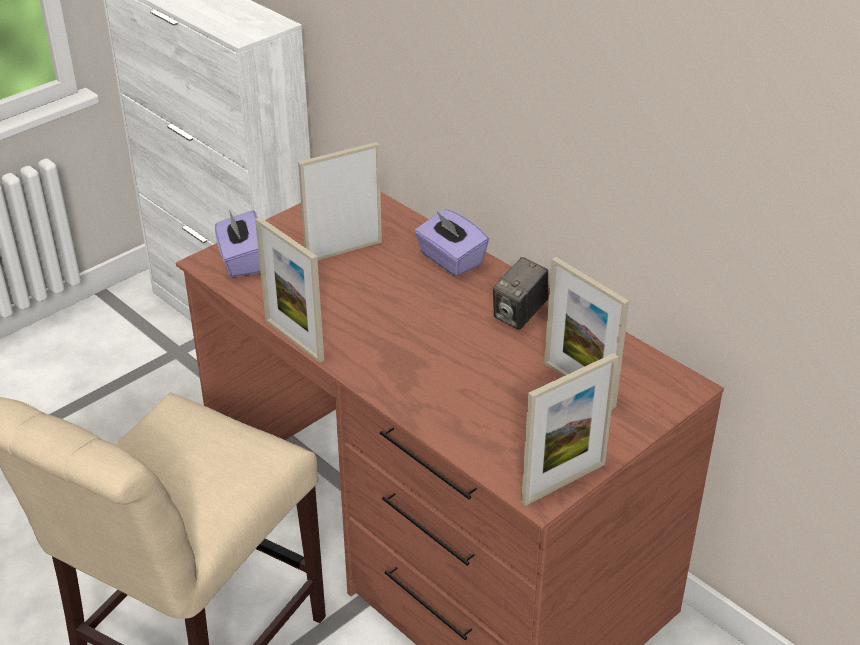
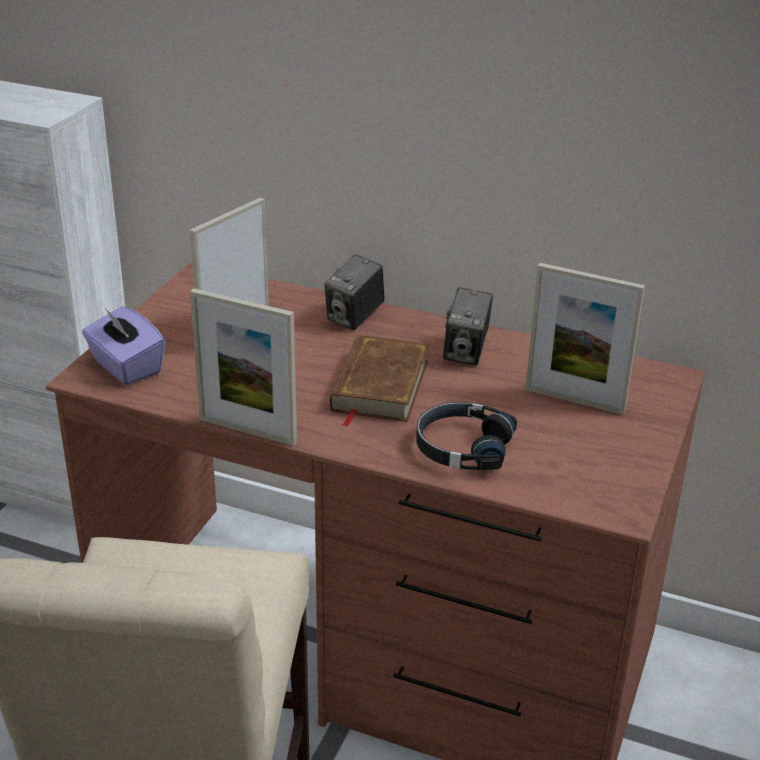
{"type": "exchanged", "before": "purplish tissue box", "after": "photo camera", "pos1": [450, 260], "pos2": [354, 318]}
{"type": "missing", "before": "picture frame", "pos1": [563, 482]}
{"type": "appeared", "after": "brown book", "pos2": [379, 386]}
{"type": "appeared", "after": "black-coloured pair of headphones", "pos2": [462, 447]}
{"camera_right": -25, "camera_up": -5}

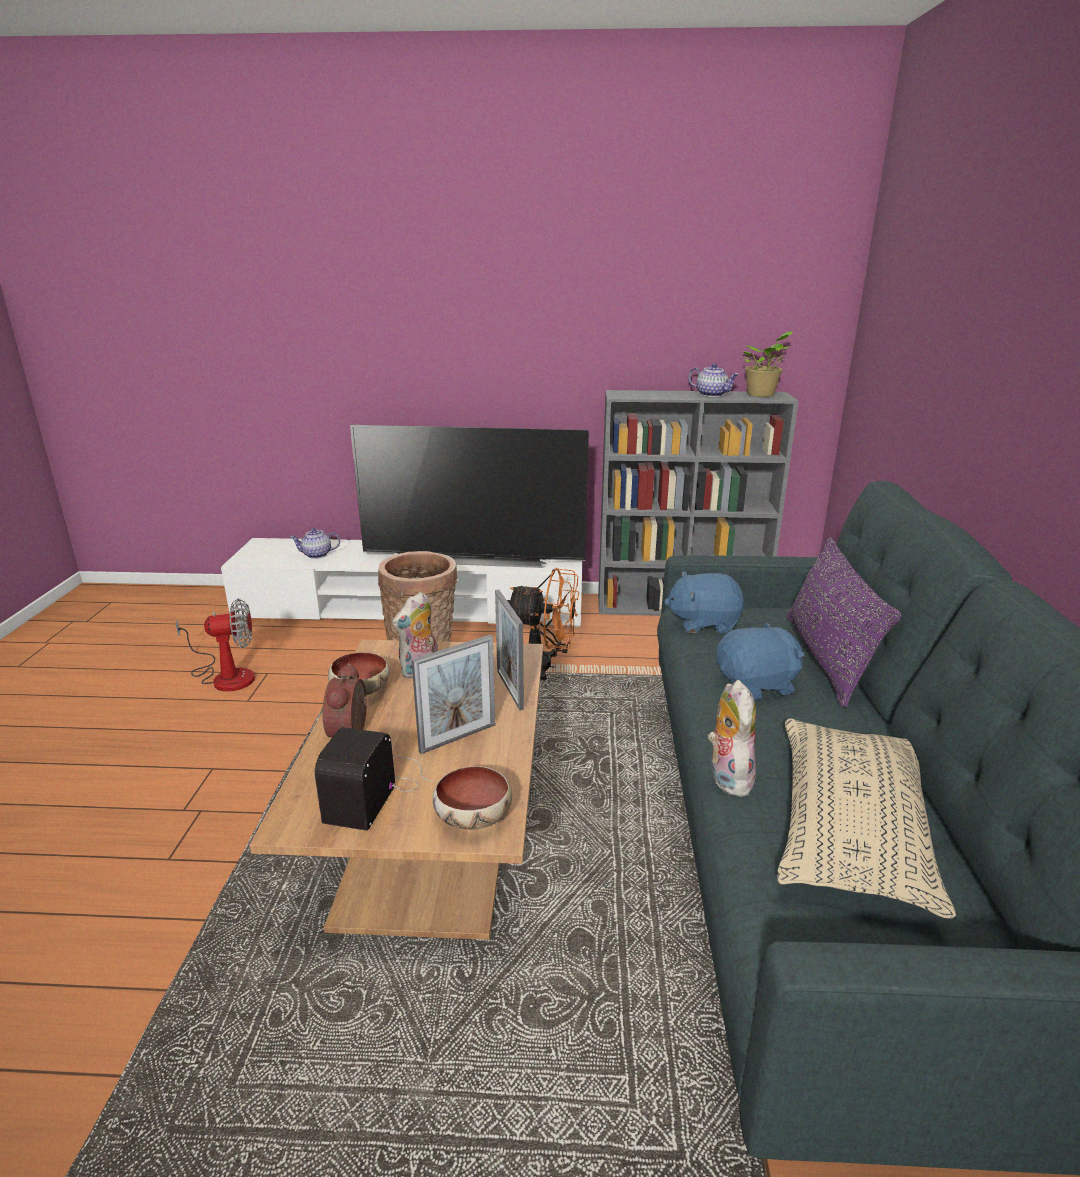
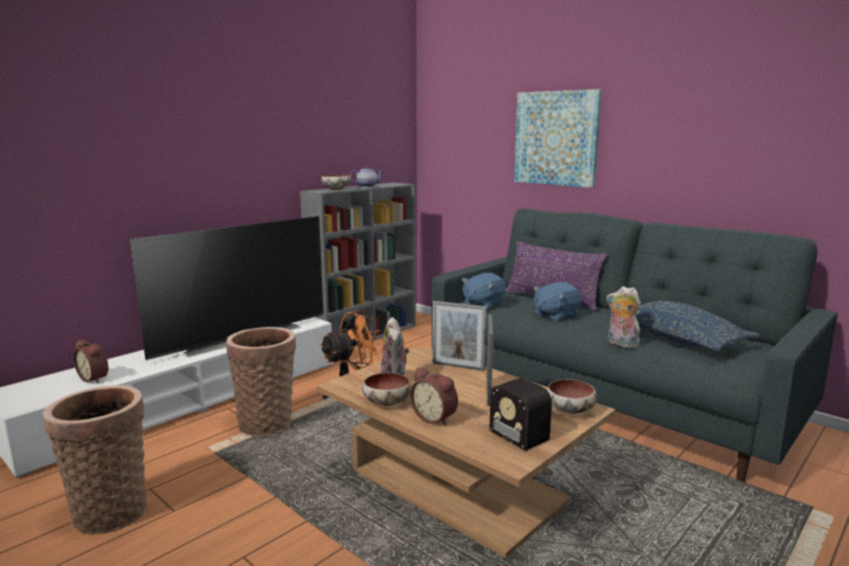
{"type": "exchanged", "before": "electric fan", "after": "basket", "pos1": [226, 676], "pos2": [110, 510]}
{"type": "exchanged", "before": "pot for tea", "after": "table clock", "pos1": [316, 555], "pos2": [95, 378]}
{"type": "spun", "before": "bluish cuddly toy", "pos1": [757, 685], "pos2": [555, 316], "turn": -150}
{"type": "missing", "before": "houseplant", "pos1": [762, 395]}
{"type": "colour", "before": "beige-coloured pillow", "after": "bluish pillow", "pos1": [850, 829], "pos2": [678, 340]}
{"type": "appeared", "after": "bowl", "pos2": [336, 189]}
{"type": "appeared", "after": "picture", "pos2": [556, 138]}
{"camera_right": -50, "camera_up": -10}

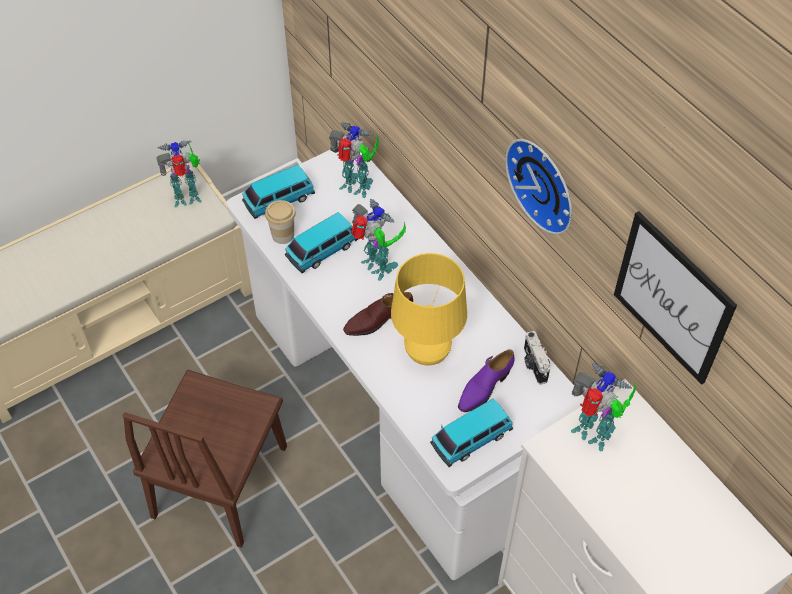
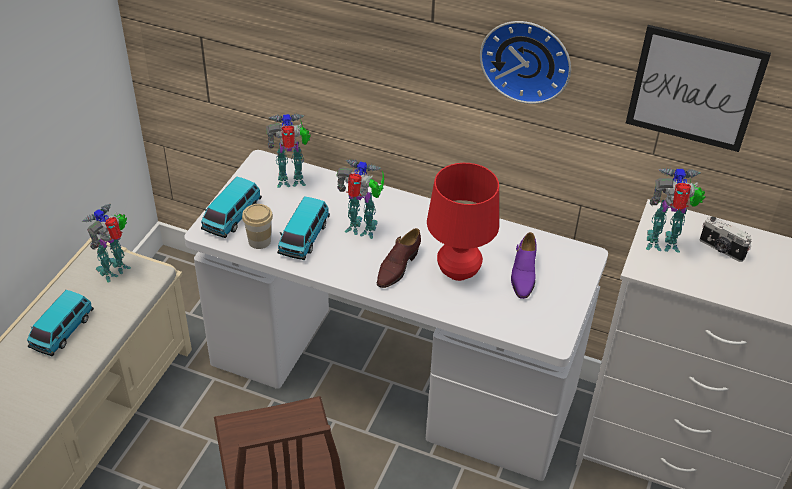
{"type": "colour", "before": "yellow-coloured table lamp", "after": "red table lamp", "pos1": [427, 353], "pos2": [458, 272]}
{"type": "relocated", "before": "miniature car", "pos1": [471, 439], "pos2": [62, 331]}
{"type": "relocated", "before": "photo camera", "pos1": [533, 365], "pos2": [721, 249]}
{"camera_right": -35, "camera_up": -10}

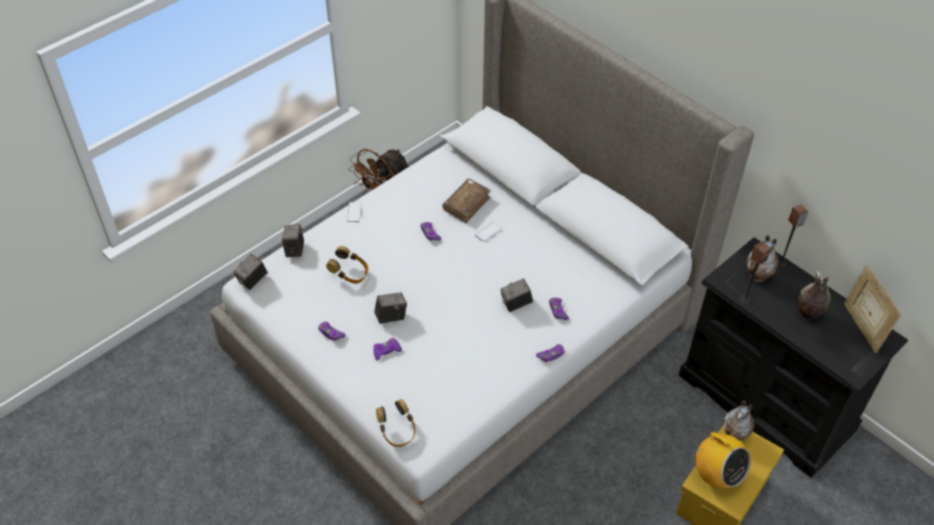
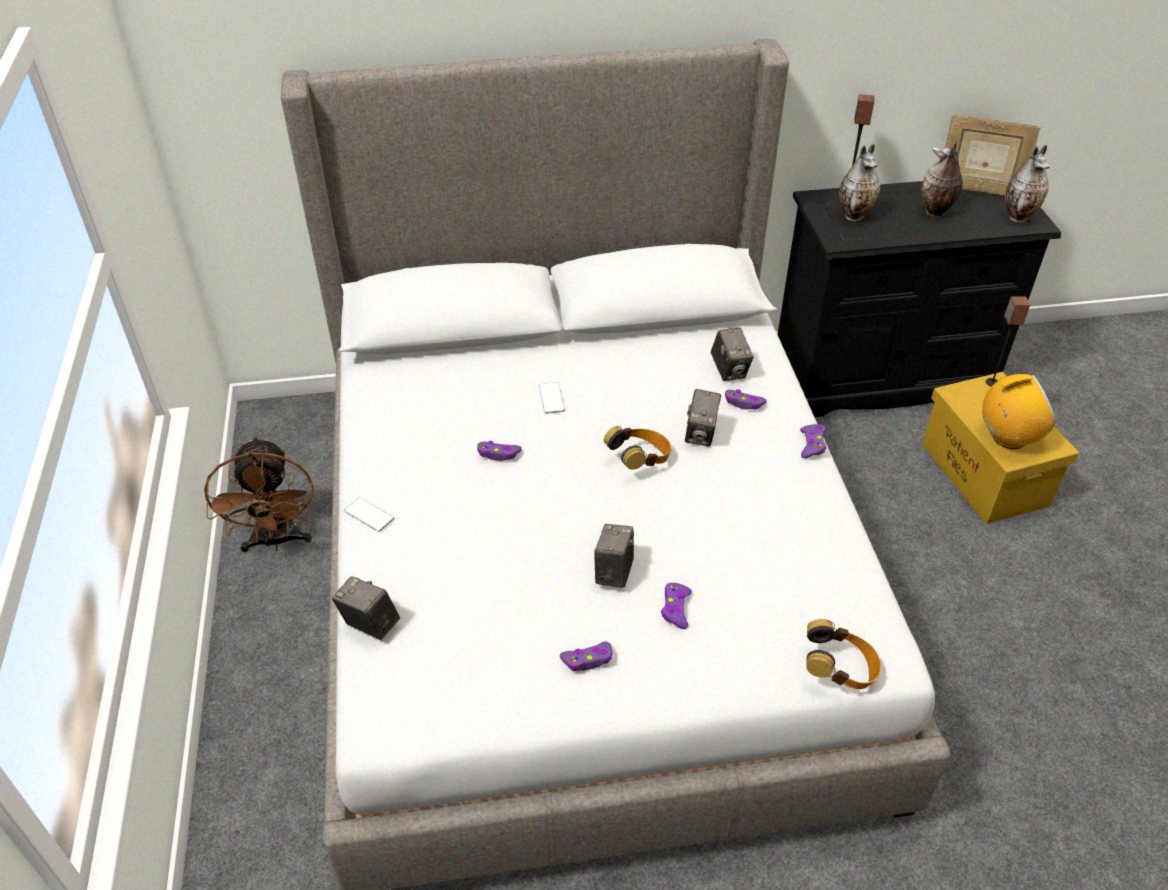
{"type": "relocated", "before": "photo camera", "pos1": [252, 281], "pos2": [729, 370]}
{"type": "relocated", "before": "pair of headphones", "pos1": [350, 274], "pos2": [640, 460]}
{"type": "missing", "before": "brown book", "pos1": [466, 204]}
{"type": "relocated", "before": "vase", "pos1": [735, 436], "pos2": [1019, 216]}
{"type": "relocated", "before": "loudspeaker", "pos1": [745, 300], "pos2": [991, 382]}
{"camera_right": -55, "camera_up": -5}

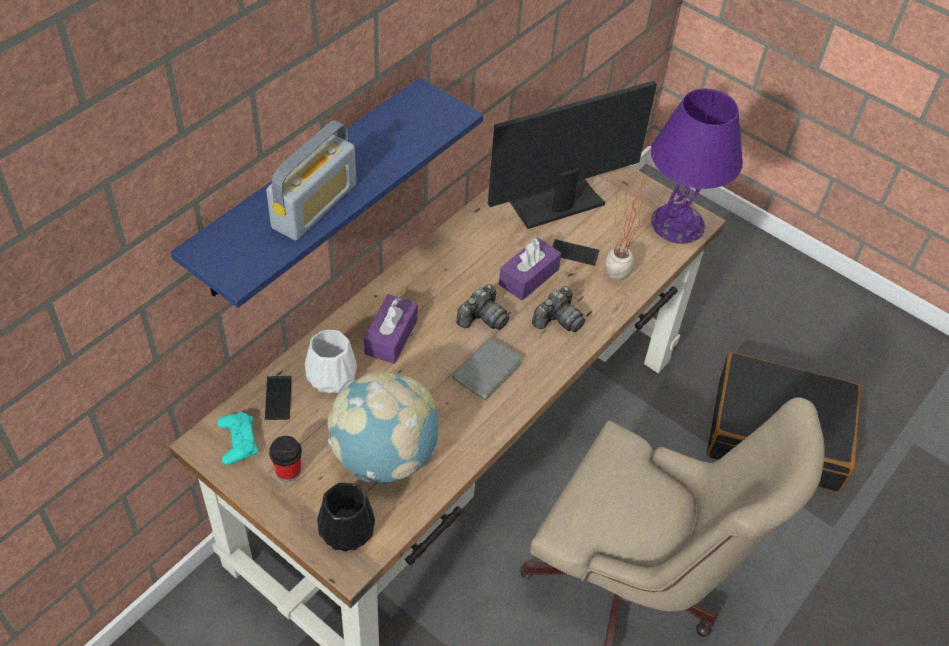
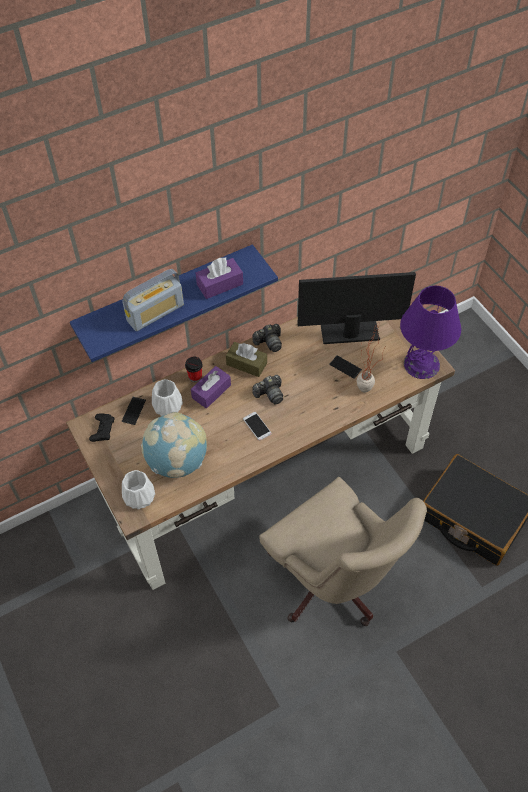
{"type": "colour", "before": "blue-green game controller", "after": "black-coloured game controller", "pos1": [238, 441], "pos2": [102, 429]}
{"type": "relocated", "before": "drinking cup", "pos1": [288, 471], "pos2": [195, 376]}
{"type": "colour", "before": "black-coloured vase", "after": "white-coloured vase", "pos1": [348, 530], "pos2": [140, 497]}
{"type": "exchanged", "before": "grey book", "after": "phone", "pos1": [485, 369], "pos2": [257, 426]}
{"type": "relocated", "before": "purplish tissue box", "pos1": [528, 277], "pos2": [220, 284]}
{"type": "relocated", "before": "photo camera", "pos1": [558, 320], "pos2": [269, 342]}
{"type": "appeared", "after": "brown tissue box", "pos2": [246, 364]}
{"camera_right": 25, "camera_up": 5}

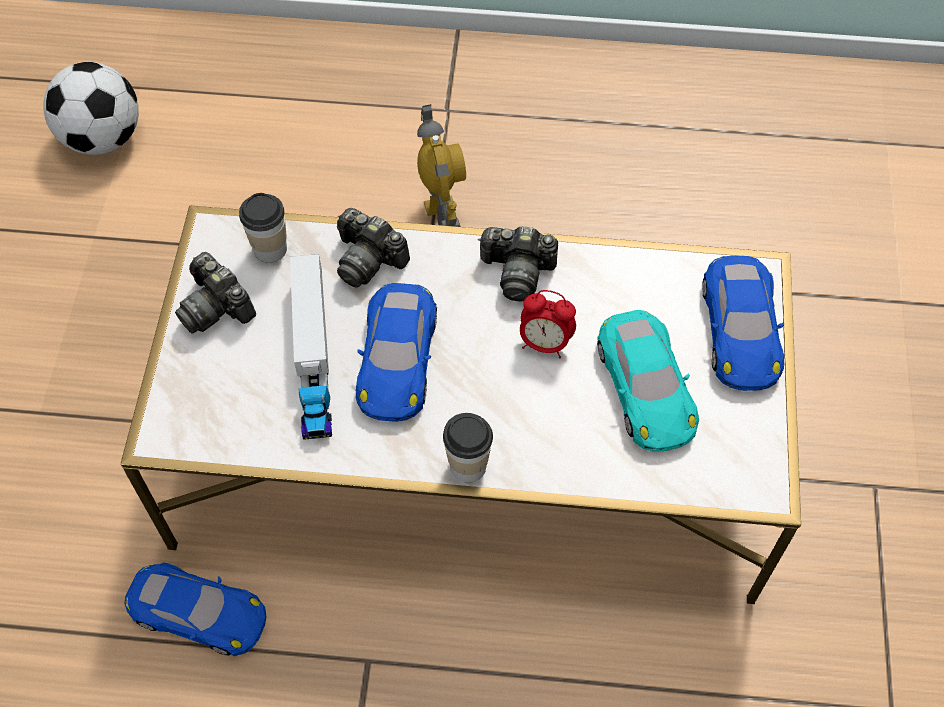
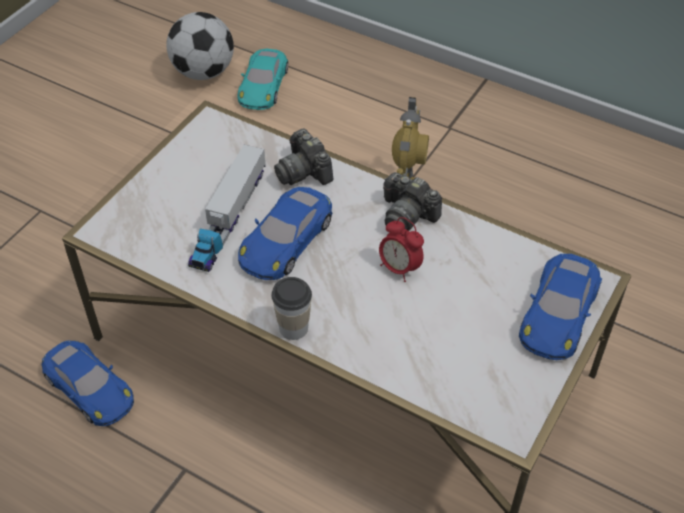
{"type": "missing", "before": "photo camera", "pos1": [216, 307]}
{"type": "missing", "before": "drinking cup", "pos1": [270, 249]}
{"type": "relocated", "before": "blue-green miniature car", "pos1": [645, 386], "pos2": [263, 85]}
{"camera_right": 25, "camera_up": -10}

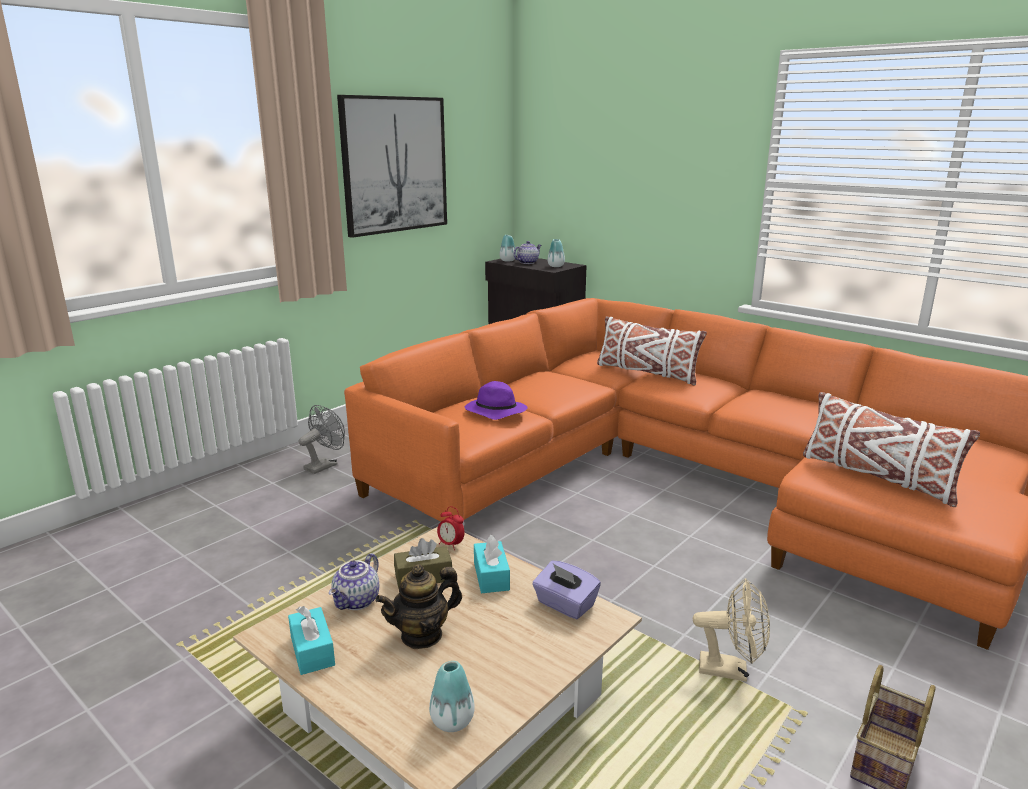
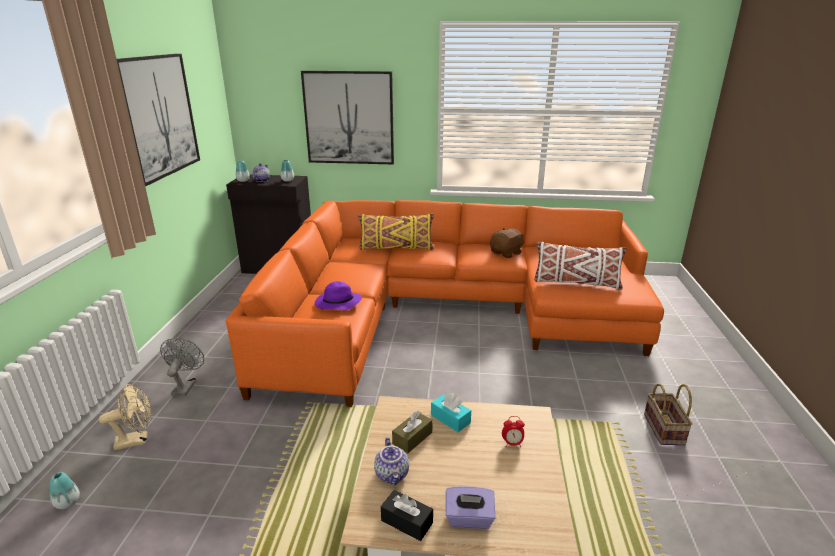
{"type": "colour", "before": "blue-green tissue box", "after": "black-coloured tissue box", "pos1": [312, 651], "pos2": [407, 522]}
{"type": "missing", "before": "pot for tea", "pos1": [422, 635]}
{"type": "relocated", "before": "vase", "pos1": [452, 721], "pos2": [67, 502]}
{"type": "relocated", "before": "table clock", "pos1": [451, 545], "pos2": [512, 444]}
{"type": "relocated", "before": "purplish tissue box", "pos1": [565, 605], "pos2": [469, 519]}
{"type": "colour", "before": "white-coloured pillow", "after": "yellow-coloured pillow", "pos1": [647, 373], "pos2": [396, 248]}
{"type": "relocated", "before": "beige-coloured electric fan", "pos1": [731, 670], "pos2": [137, 440]}
{"type": "appeared", "after": "picture", "pos2": [349, 118]}
{"type": "appeared", "after": "brown cuddly toy", "pos2": [506, 253]}
{"camera_right": -35, "camera_up": 5}

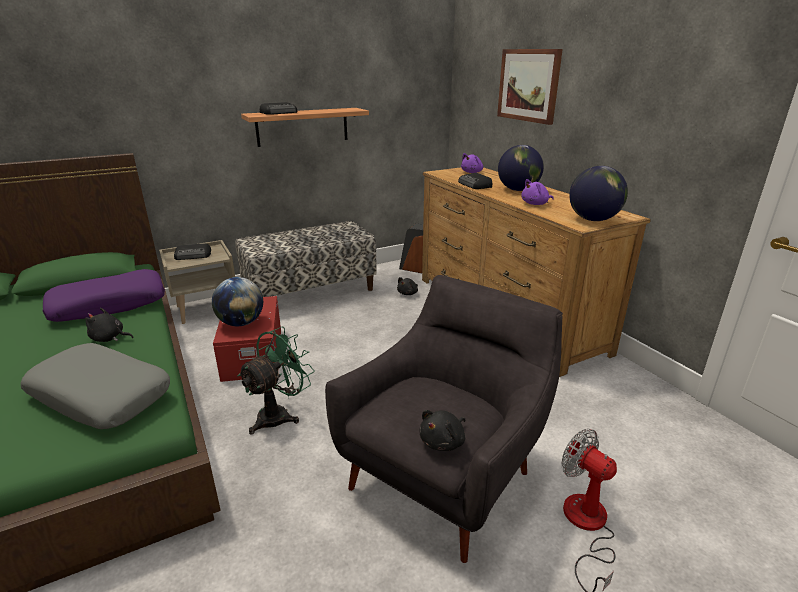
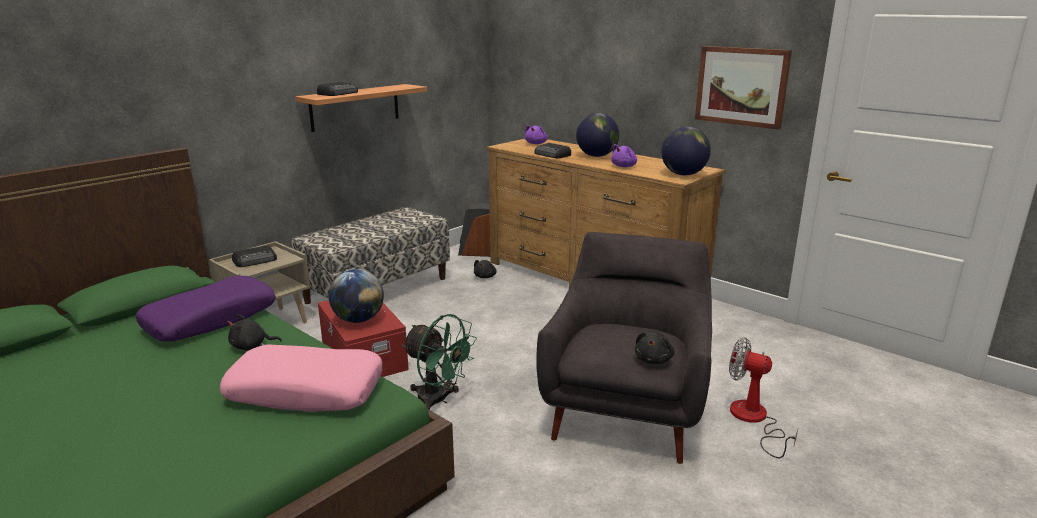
{"type": "colour", "before": "grey pillow", "after": "pink-coloured pillow", "pos1": [101, 396], "pos2": [306, 391]}
{"type": "spun", "before": "green-coloured electric fan", "pos1": [279, 414], "pos2": [439, 400], "turn": 105}
{"type": "relocated", "before": "picture", "pos1": [528, 85], "pos2": [741, 86]}
{"camera_right": -20, "camera_up": -5}

